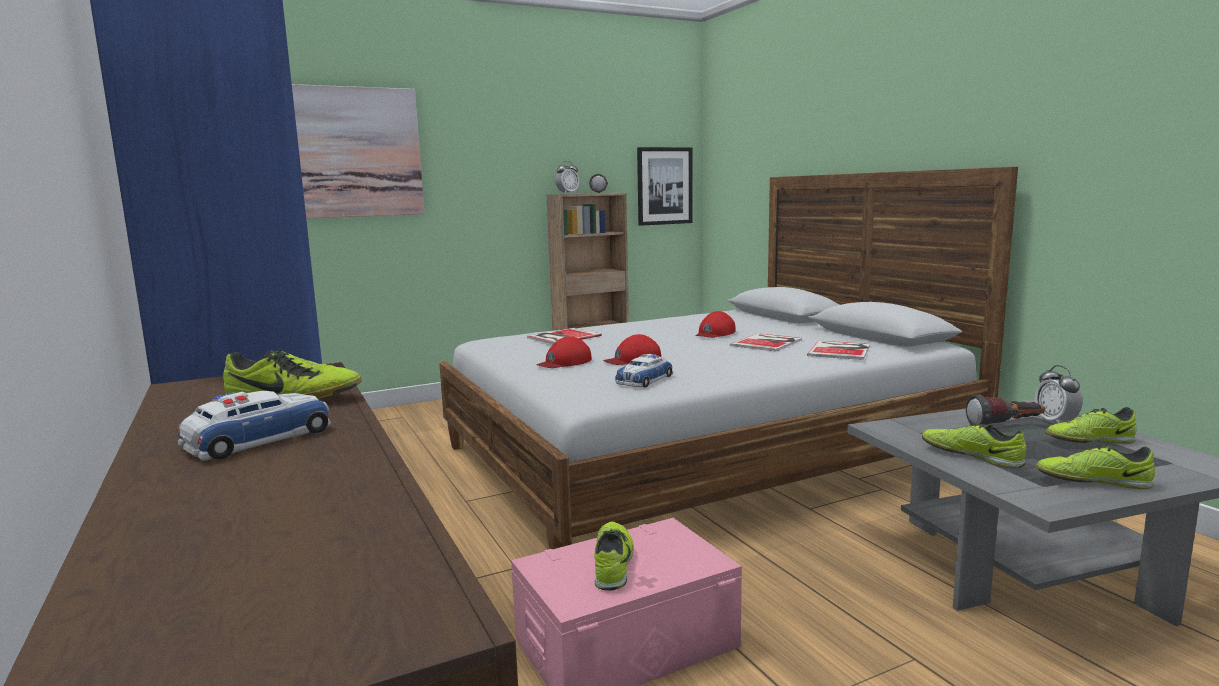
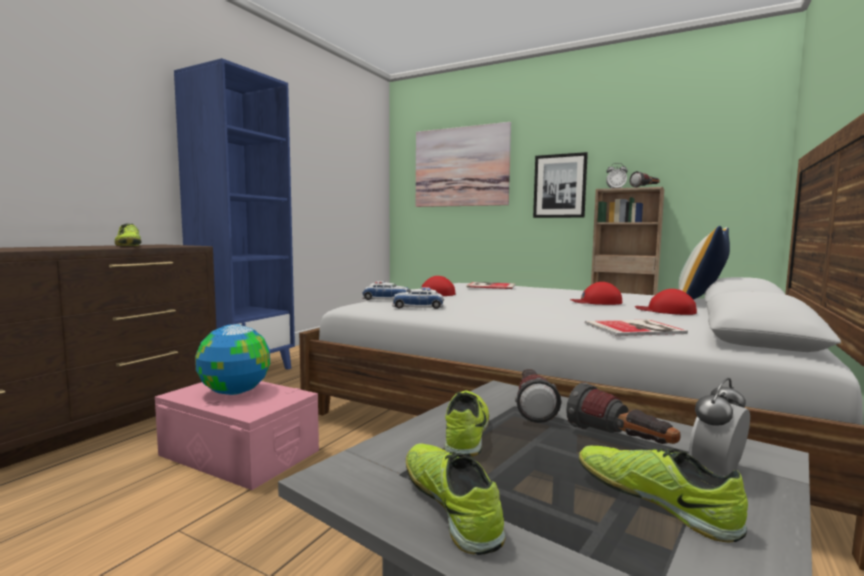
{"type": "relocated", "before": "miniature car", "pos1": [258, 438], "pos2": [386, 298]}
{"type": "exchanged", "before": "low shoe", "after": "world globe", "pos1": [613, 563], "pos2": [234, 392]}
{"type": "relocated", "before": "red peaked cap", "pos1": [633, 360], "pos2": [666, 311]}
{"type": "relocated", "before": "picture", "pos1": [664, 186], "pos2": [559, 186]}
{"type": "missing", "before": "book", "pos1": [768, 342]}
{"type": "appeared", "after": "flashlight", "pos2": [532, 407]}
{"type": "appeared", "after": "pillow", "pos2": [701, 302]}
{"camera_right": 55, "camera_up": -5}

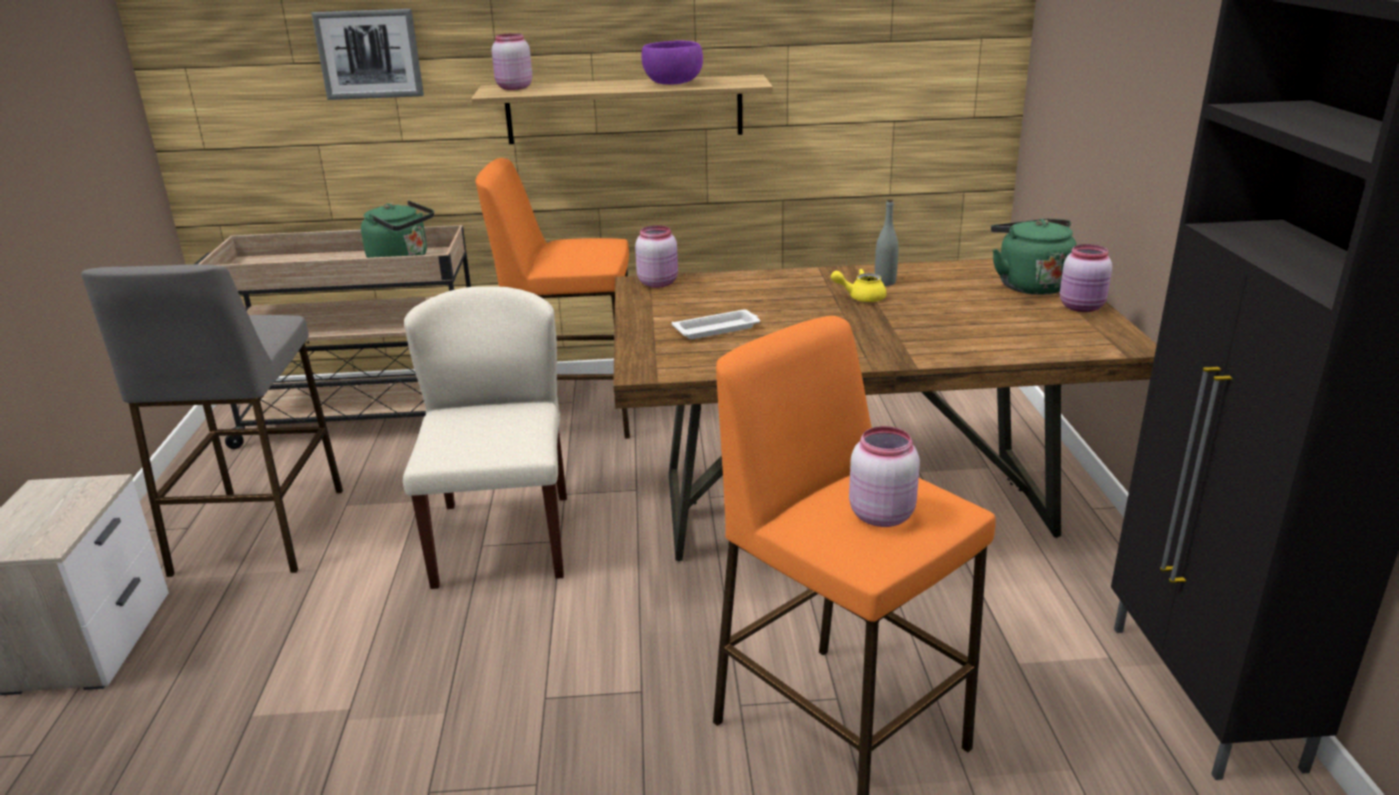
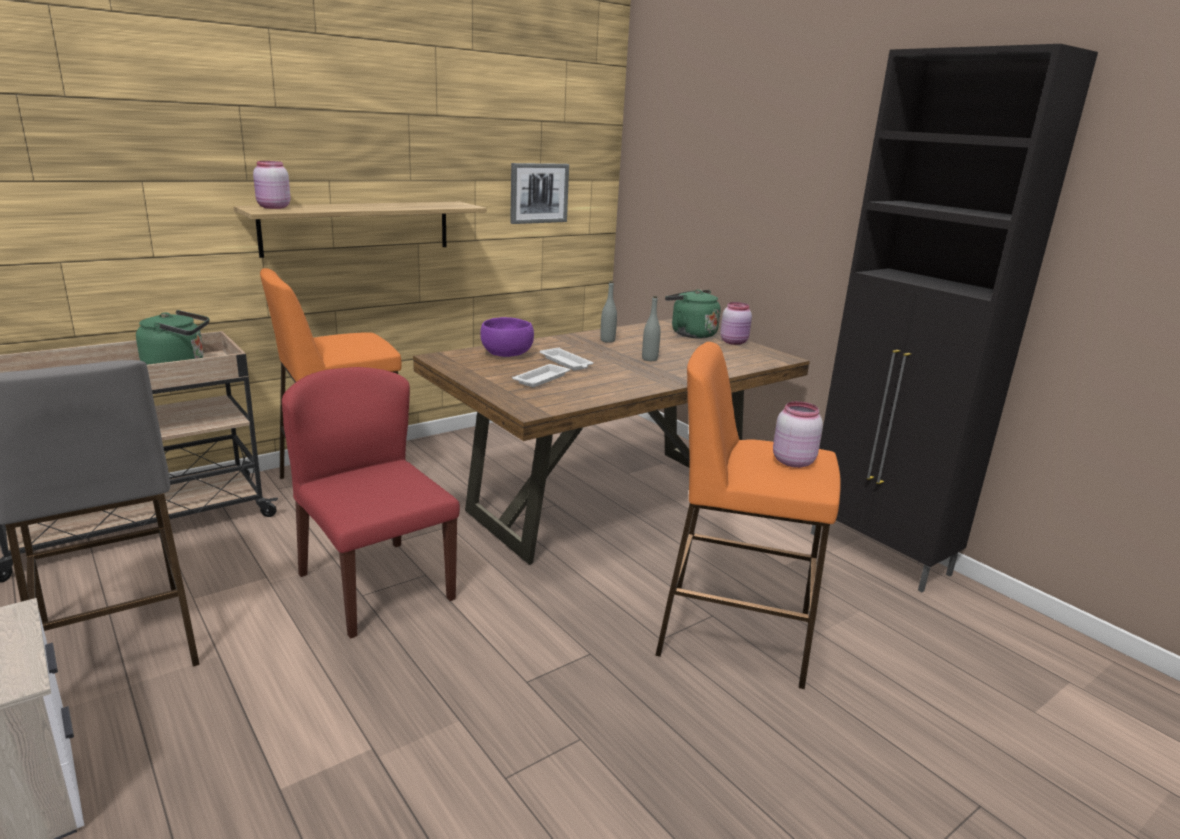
{"type": "relocated", "before": "picture", "pos1": [369, 54], "pos2": [538, 193]}
{"type": "colour", "before": "beige-coloured upright chair", "after": "red upright chair", "pos1": [502, 538], "pos2": [375, 586]}
{"type": "missing", "before": "pink-coloured jar", "pos1": [658, 282]}
{"type": "relocated", "before": "purplish bowl", "pos1": [673, 83], "pos2": [507, 354]}
{"type": "missing", "before": "yellow-coloured pot for tea", "pos1": [861, 297]}
{"type": "appeared", "after": "white-coloured carrying tray", "pos2": [566, 363]}
{"type": "appeared", "after": "grey bottle", "pos2": [649, 359]}
{"camera_right": -35, "camera_up": -5}

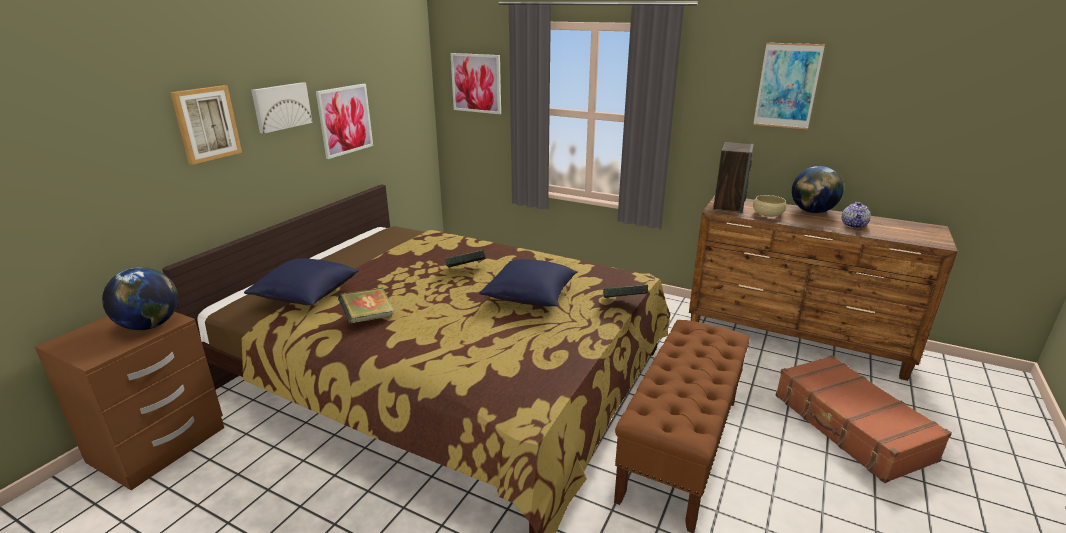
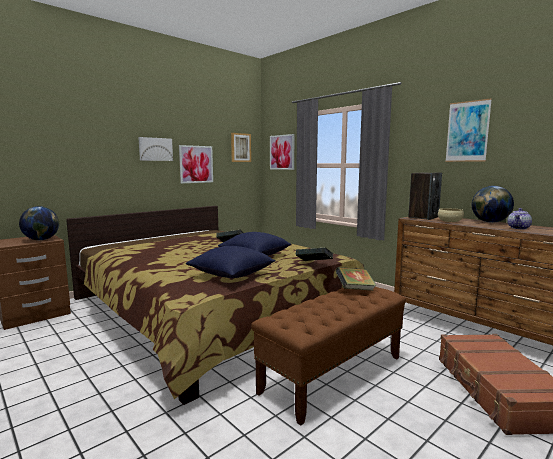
{"type": "relocated", "before": "picture", "pos1": [206, 124], "pos2": [240, 147]}
{"type": "relocated", "before": "bluish pillow", "pos1": [307, 296], "pos2": [232, 275]}
{"type": "relocated", "before": "book", "pos1": [368, 318], "pos2": [355, 289]}
{"camera_right": 20, "camera_up": -15}

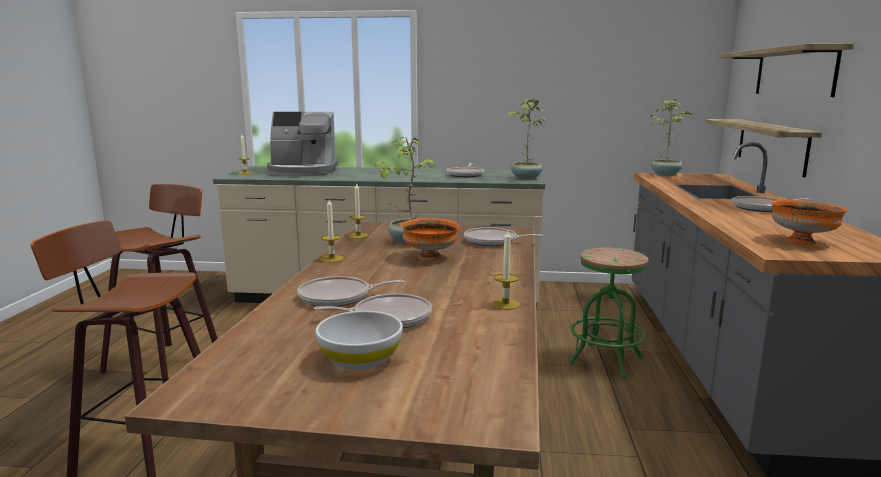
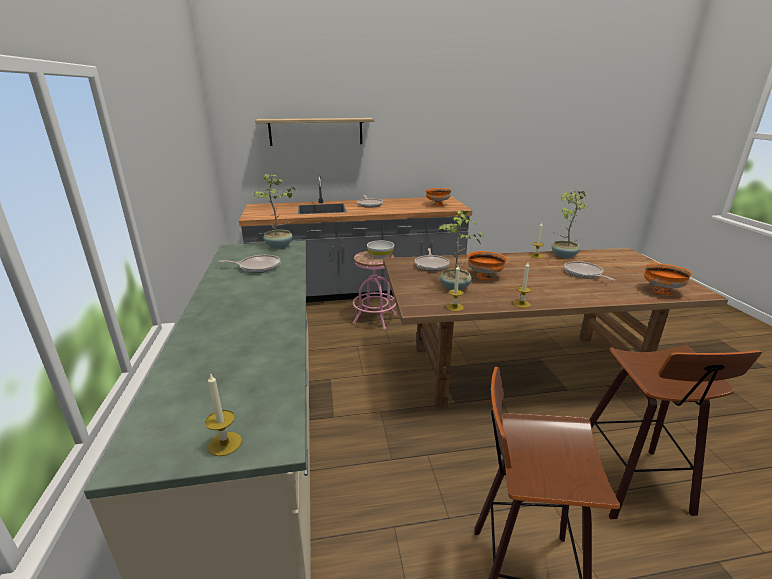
{"type": "missing", "before": "coffee machine", "pos1": [303, 171]}
{"type": "missing", "before": "skillet", "pos1": [338, 297]}
{"type": "relocated", "before": "white-coloured bowl", "pos1": [360, 359], "pos2": [380, 255]}
{"type": "colour", "before": "green-coloured stool", "after": "pink-coloured stool", "pos1": [605, 360], "pos2": [374, 319]}
{"type": "relocated", "before": "houseplant", "pos1": [665, 174], "pos2": [563, 255]}
{"type": "missing", "before": "bracket shelf", "pos1": [771, 145]}
{"type": "appeared", "after": "orange-coloured bowl", "pos2": [661, 291]}
{"camera_right": -105, "camera_up": 10}

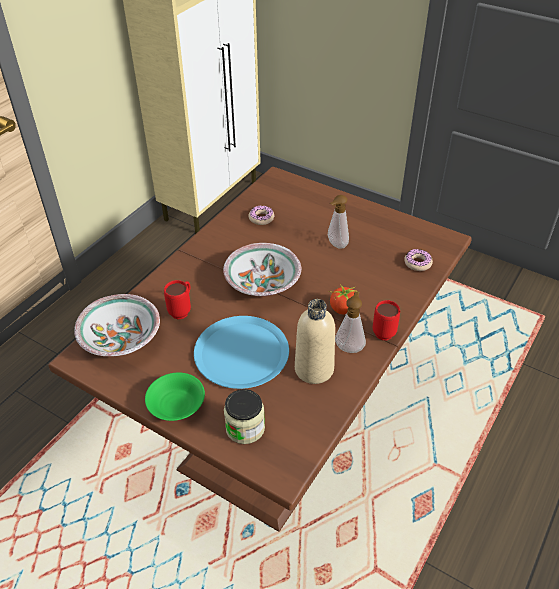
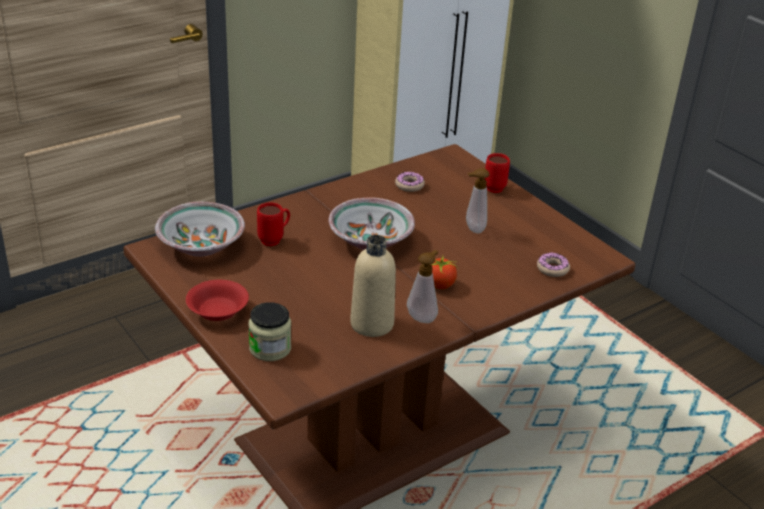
{"type": "colour", "before": "green-coloured bowl", "after": "red bowl", "pos1": [177, 406], "pos2": [218, 312]}
{"type": "missing", "before": "bluish dinner plate", "pos1": [241, 353]}
{"type": "relocated", "before": "red mug", "pos1": [384, 330], "pos2": [497, 187]}
{"camera_right": 20, "camera_up": -10}

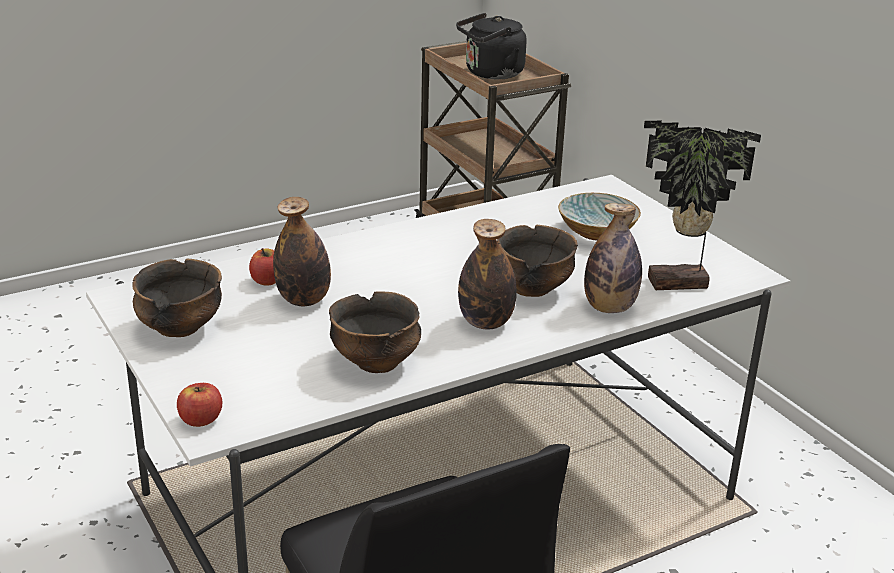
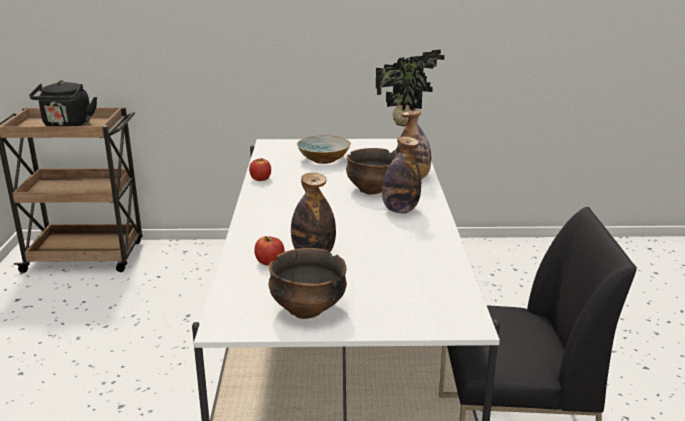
{"type": "relocated", "before": "apple fruit", "pos1": [200, 420], "pos2": [260, 179]}
{"type": "missing", "before": "bowl", "pos1": [376, 362]}
{"camera_right": -60, "camera_up": -5}

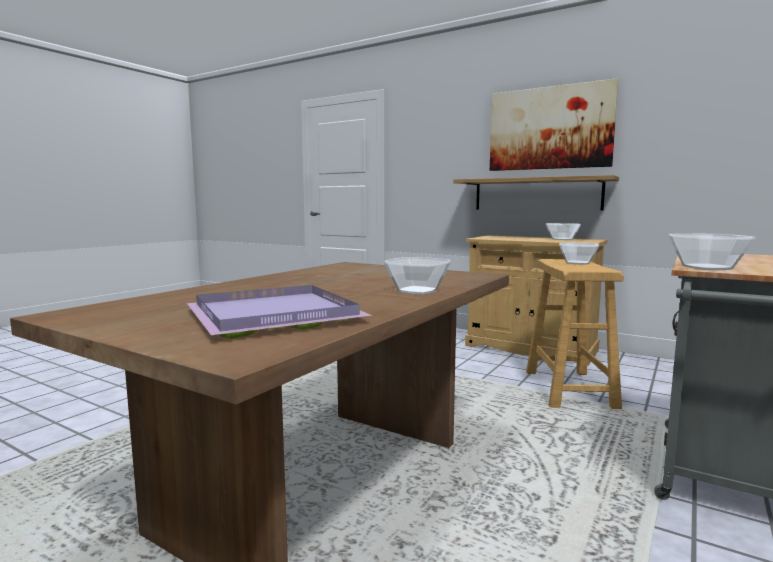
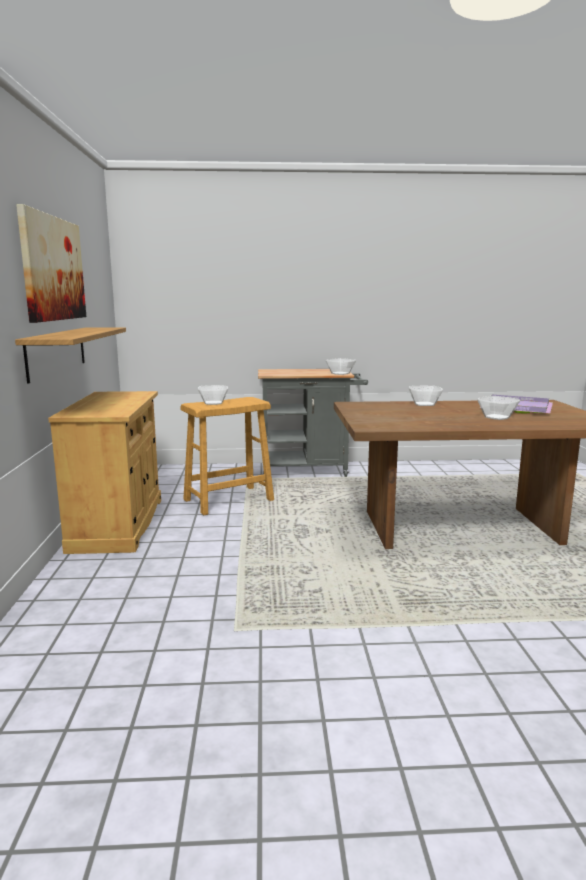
{"type": "relocated", "before": "bowl", "pos1": [562, 239], "pos2": [496, 417]}
{"camera_right": -125, "camera_up": 5}

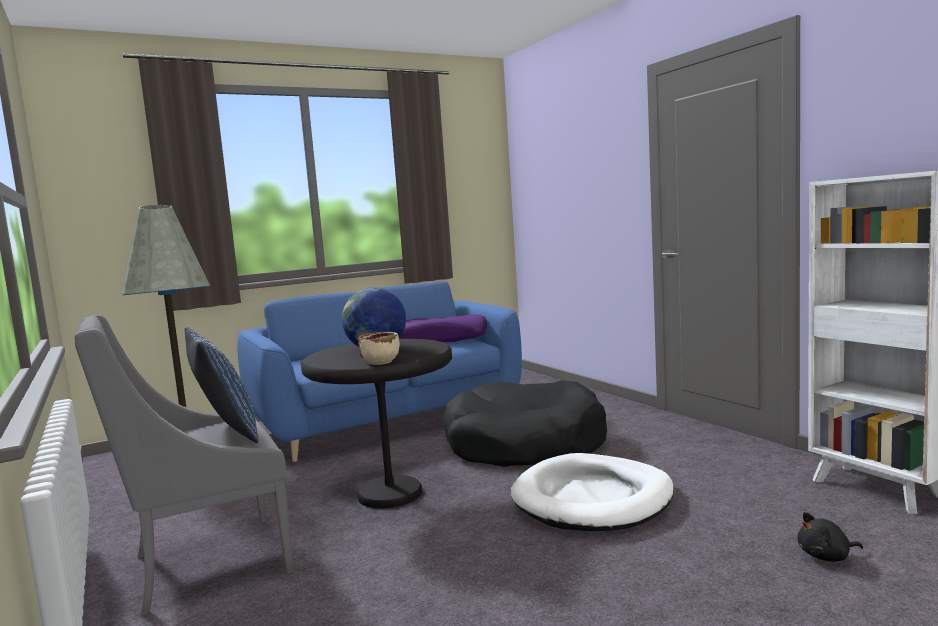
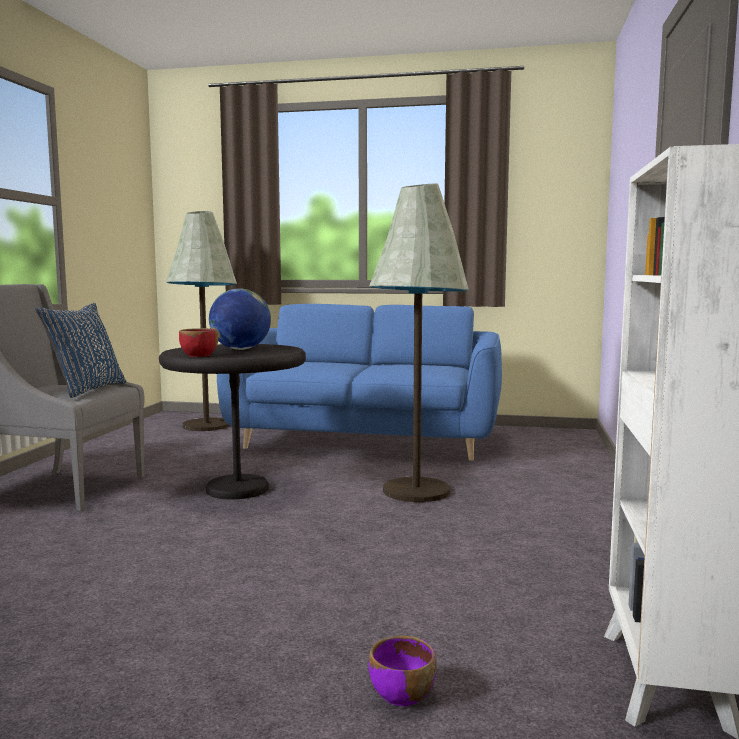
{"type": "colour", "before": "beige-coloured bowl", "after": "red bowl", "pos1": [381, 362], "pos2": [199, 355]}
{"type": "missing", "before": "purplish pillow", "pos1": [442, 339]}
{"type": "exchanged", "before": "black-coloured dog cushion", "after": "grey standard lamp", "pos1": [524, 444], "pos2": [416, 491]}
{"type": "missing", "before": "white-coloured dog cushion", "pos1": [593, 499]}
{"type": "exchanged", "before": "black-coloured cuddly toy", "after": "purplish bowl", "pos1": [827, 556], "pos2": [402, 695]}
{"camera_right": 40, "camera_up": 0}

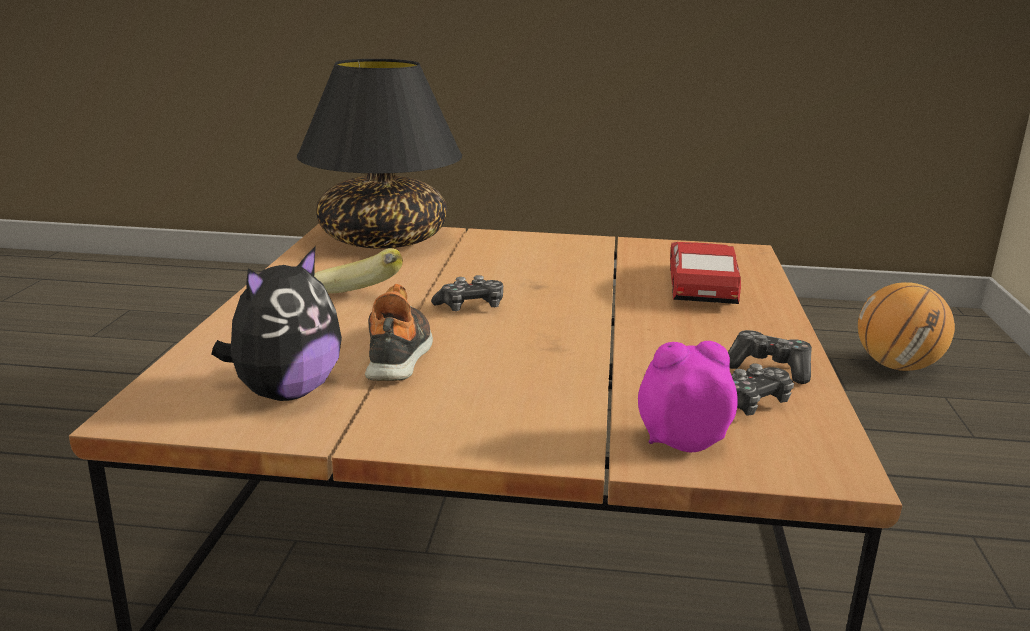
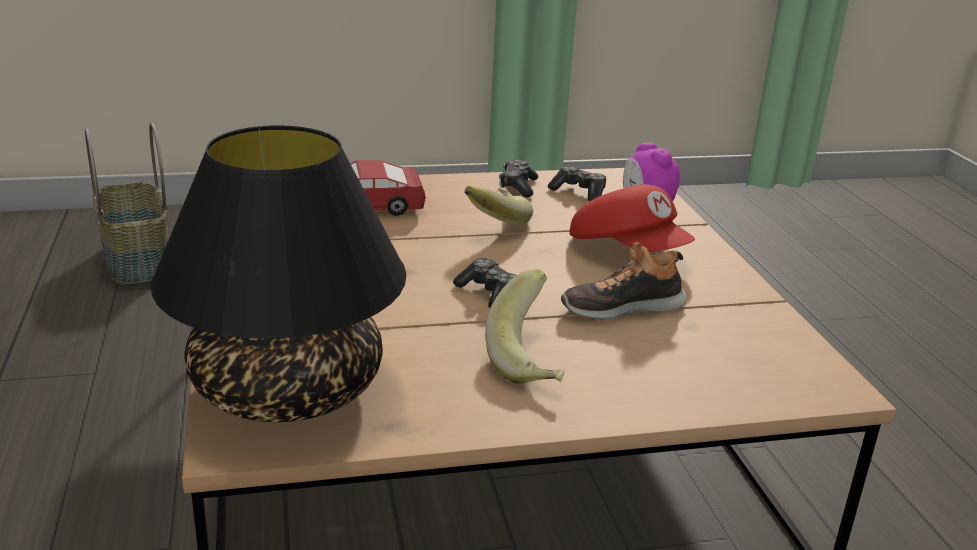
{"type": "missing", "before": "cuddly toy", "pos1": [285, 392]}
{"type": "exchanged", "before": "ball for basketball", "after": "basket", "pos1": [897, 366], "pos2": [135, 260]}
{"type": "appeared", "after": "banana fruit", "pos2": [493, 222]}
{"type": "appeared", "after": "red peaked cap", "pos2": [628, 250]}
{"camera_right": -110, "camera_up": 5}

